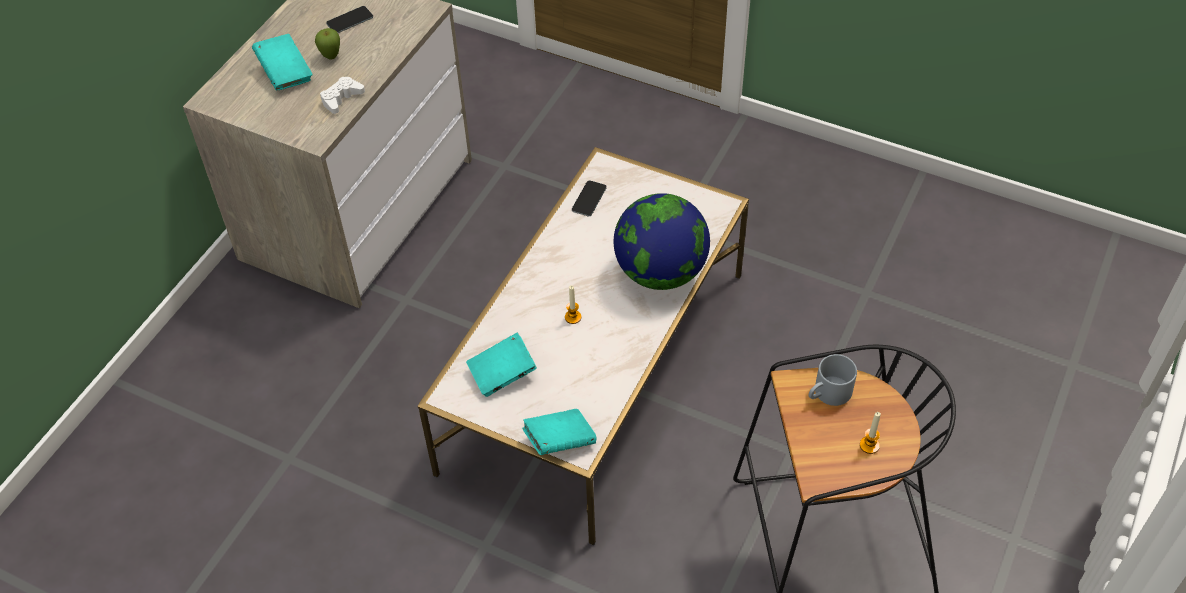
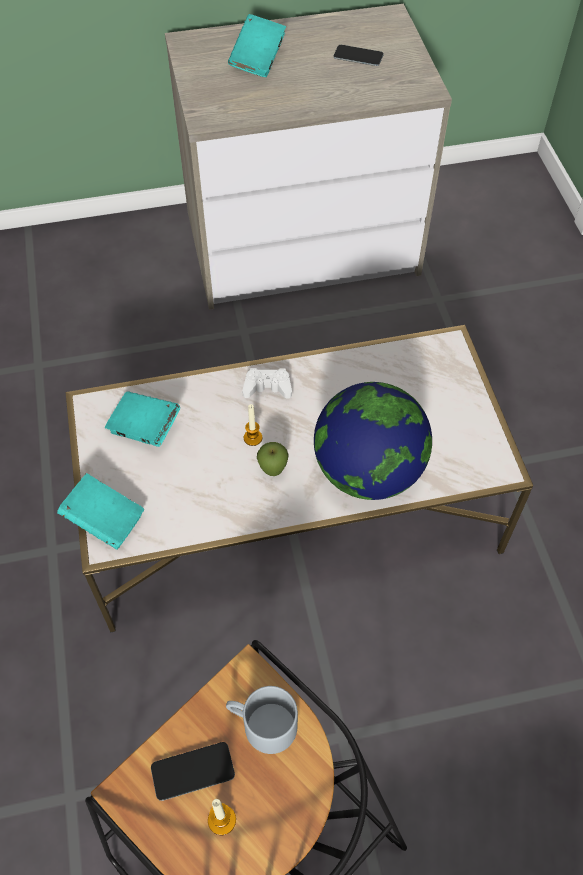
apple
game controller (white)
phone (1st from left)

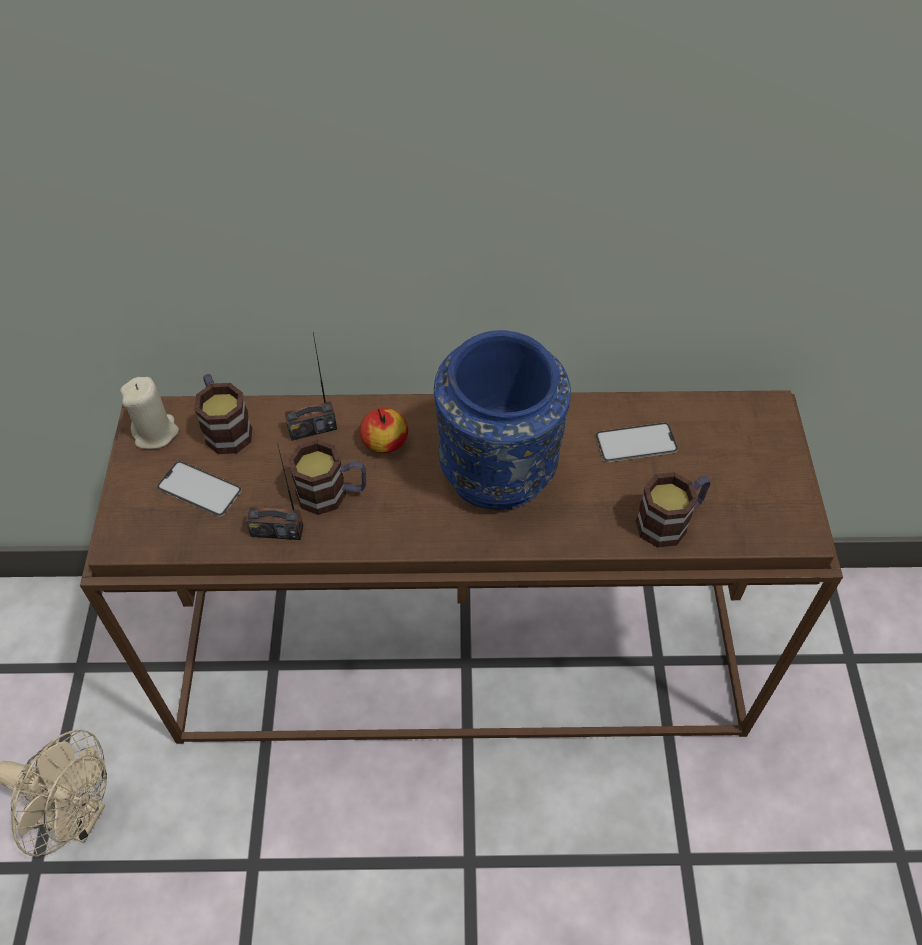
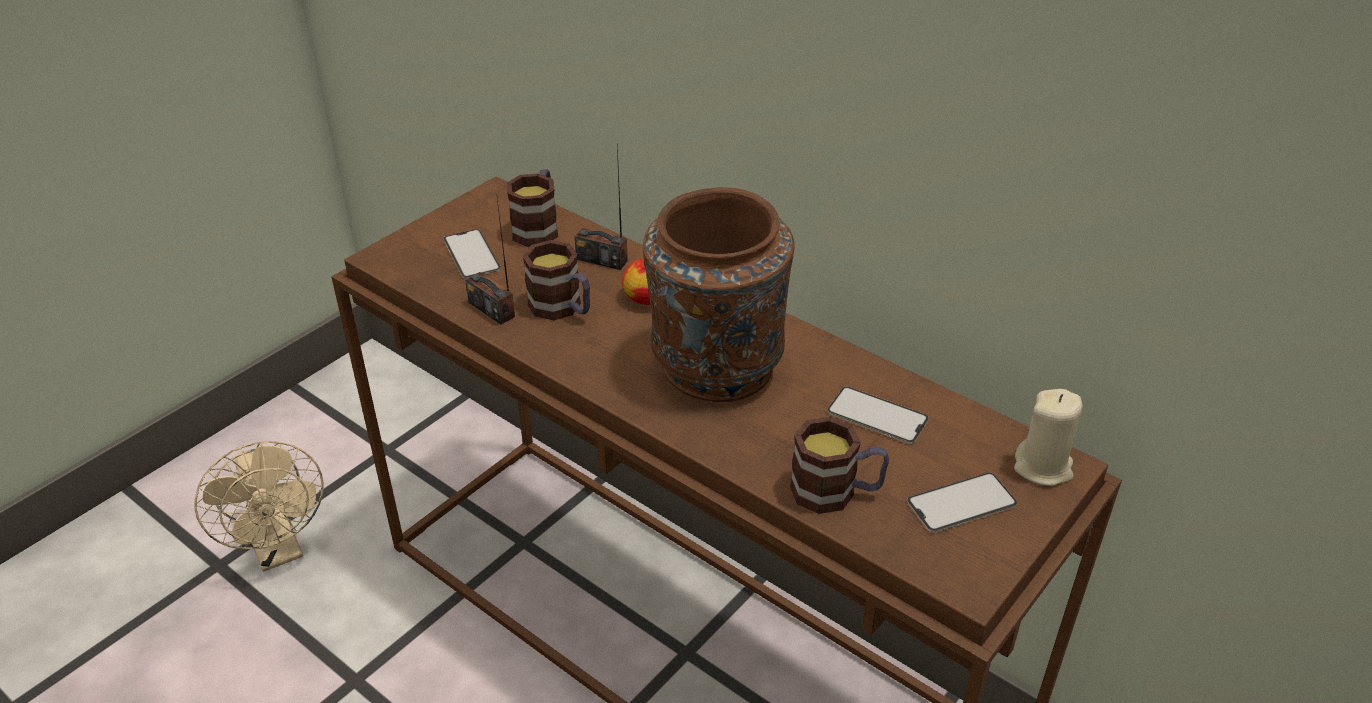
candle (beige)
vase (brown)
phone (3rd from left)

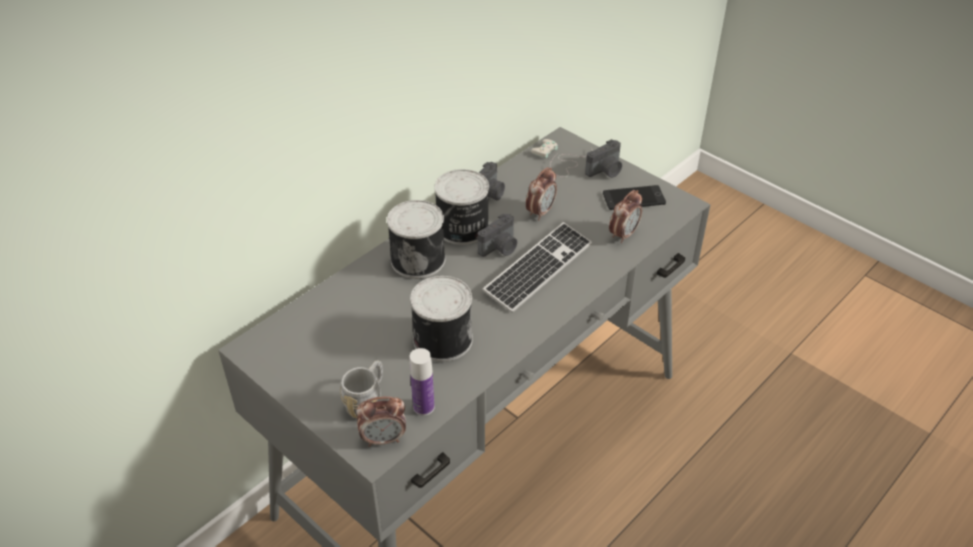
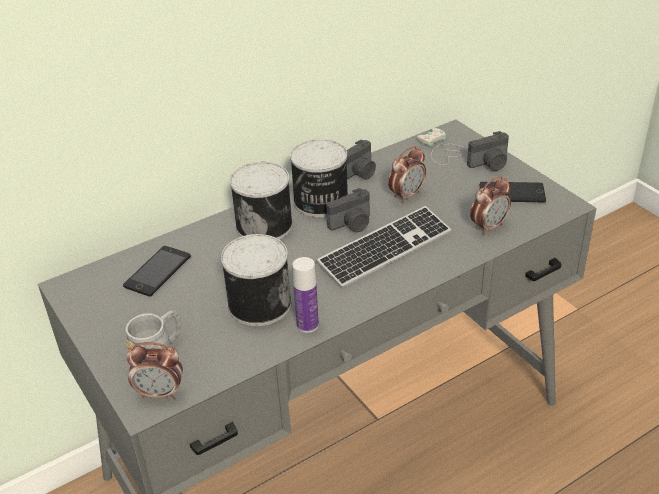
bottle
phone (1st from left)

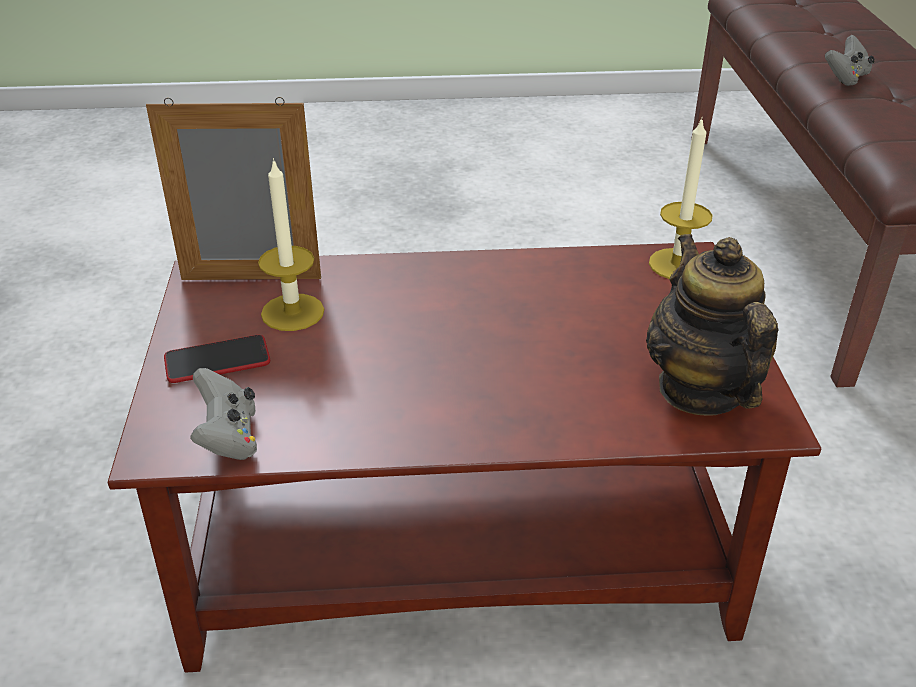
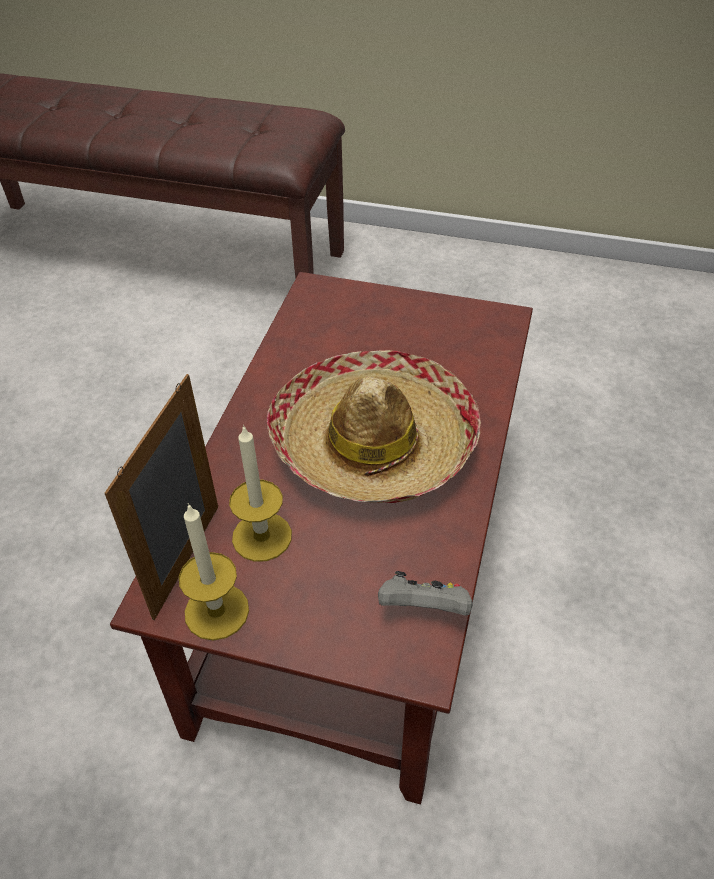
phone
teapot
candle (1st from left)
game controller (grey) (2nd from left in the first image)
hat

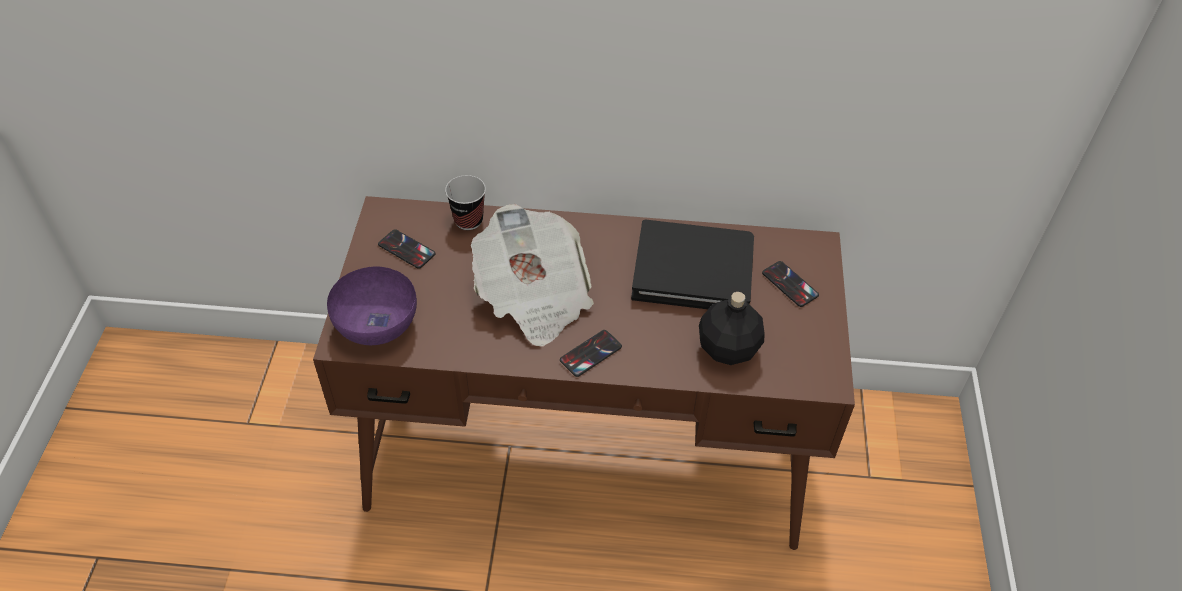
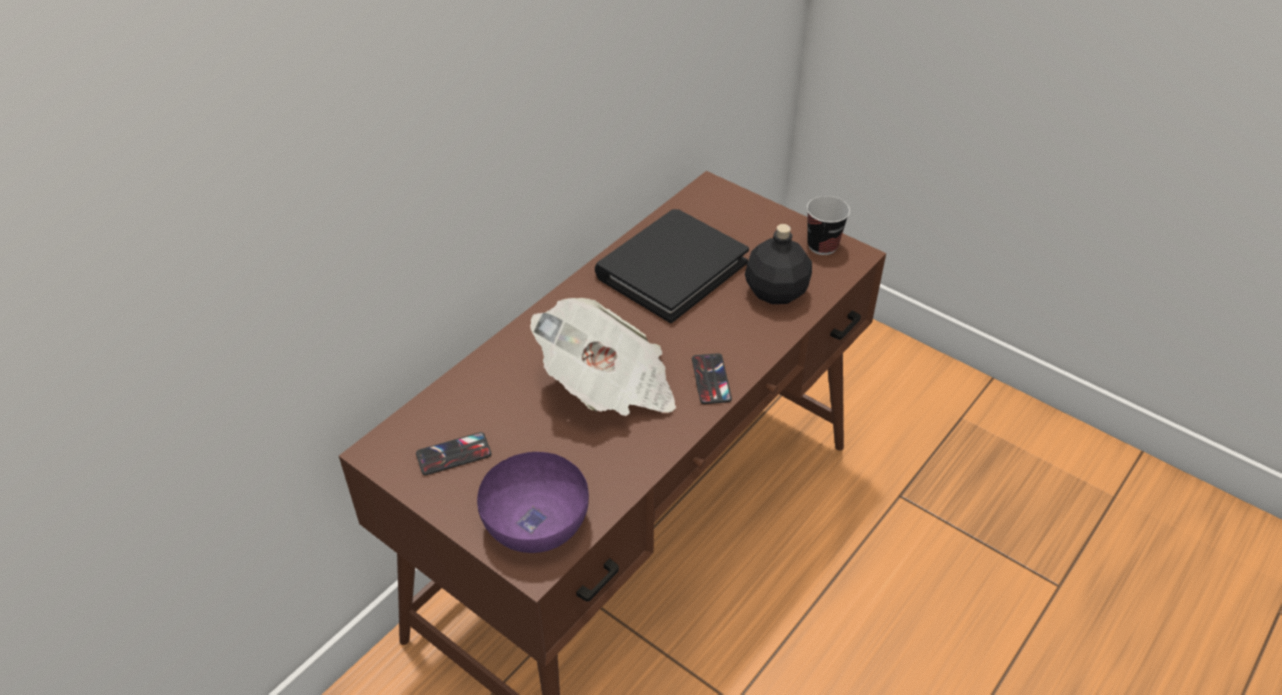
cup
phone (3rd from left in the first image)

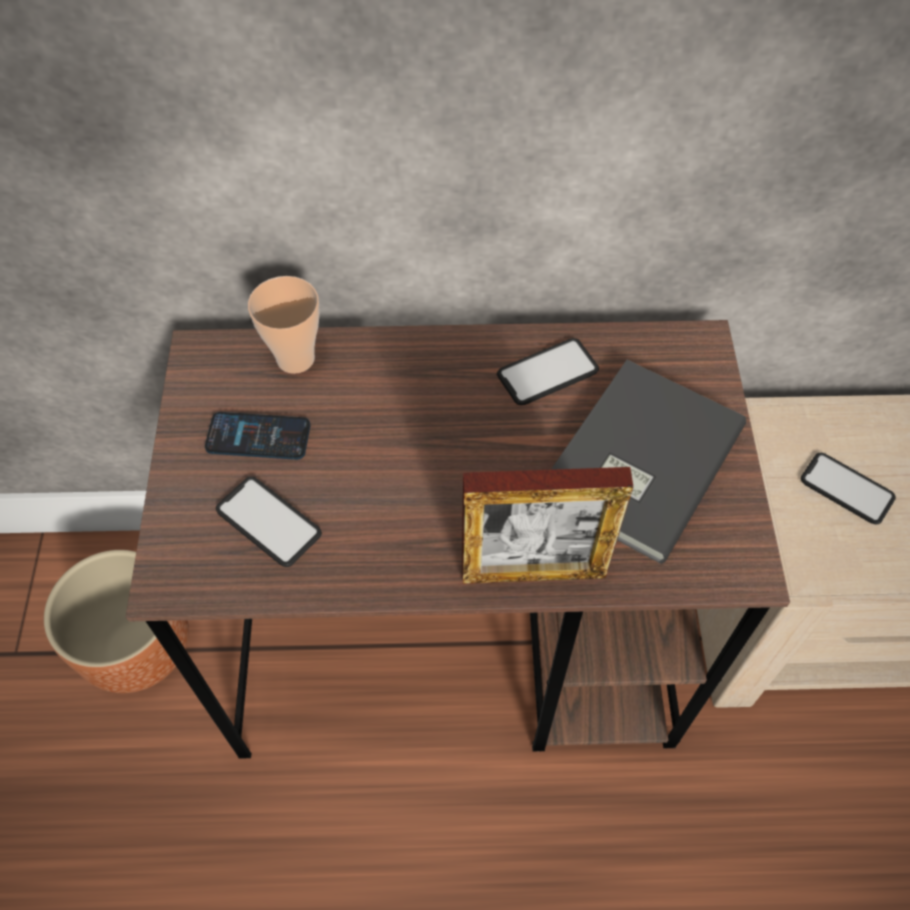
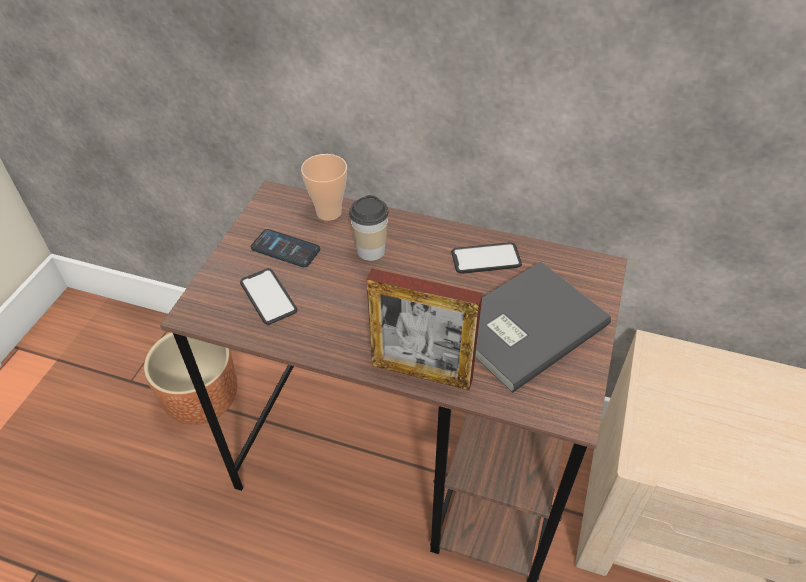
phone (4th from left in the first image)
cup (2nd from left)

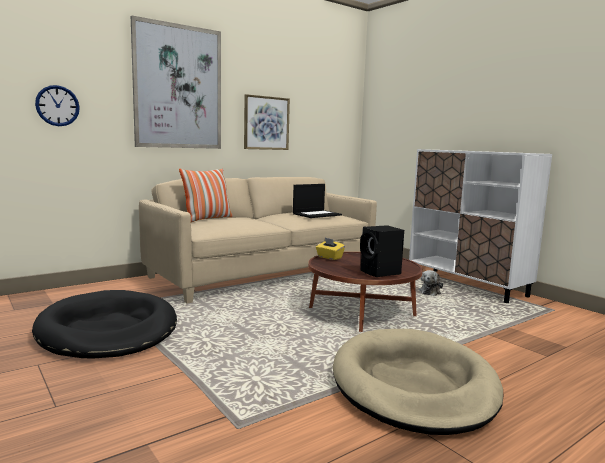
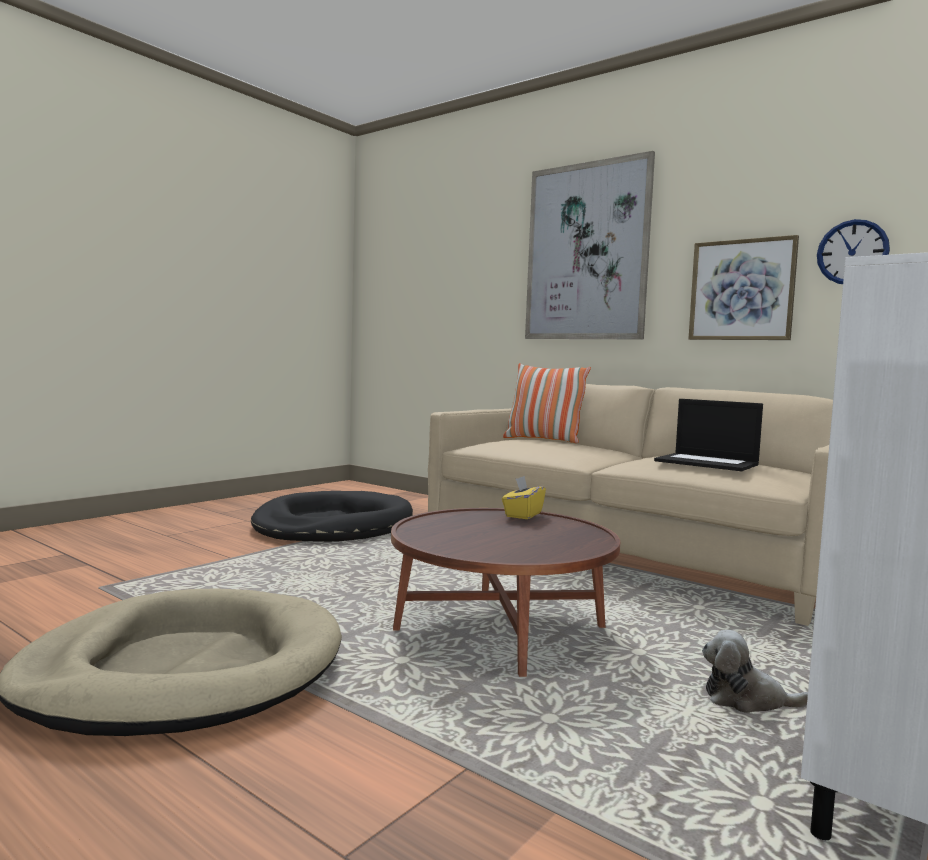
wall clock
speaker (black)

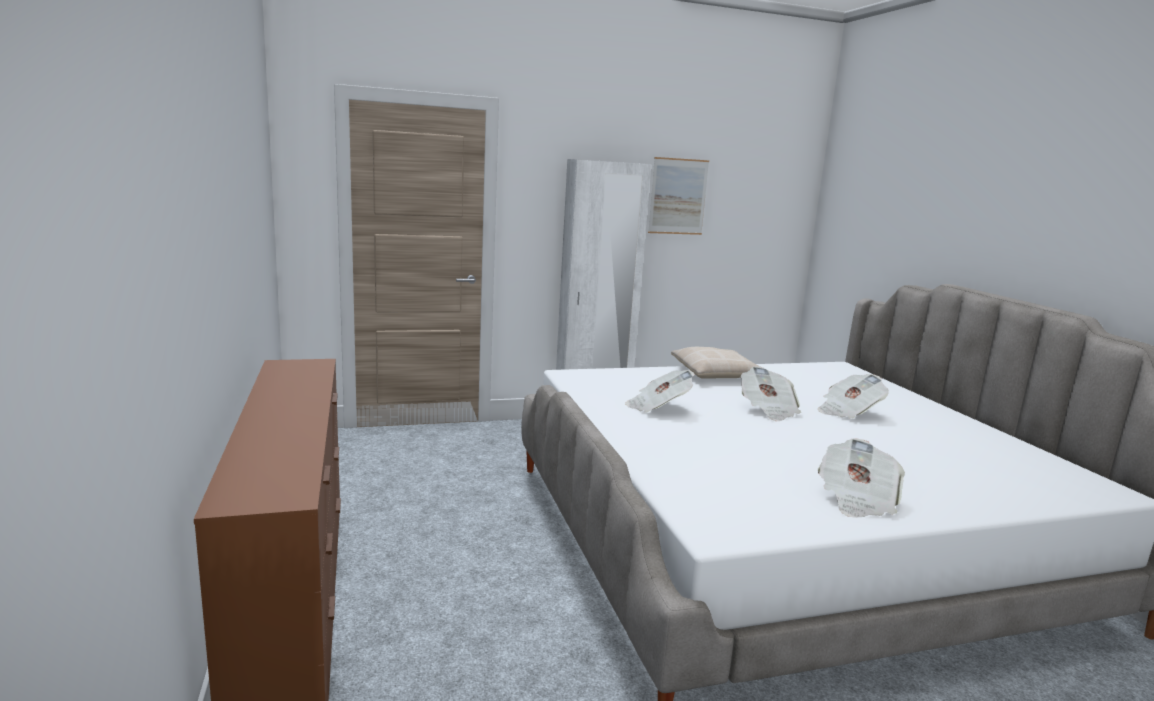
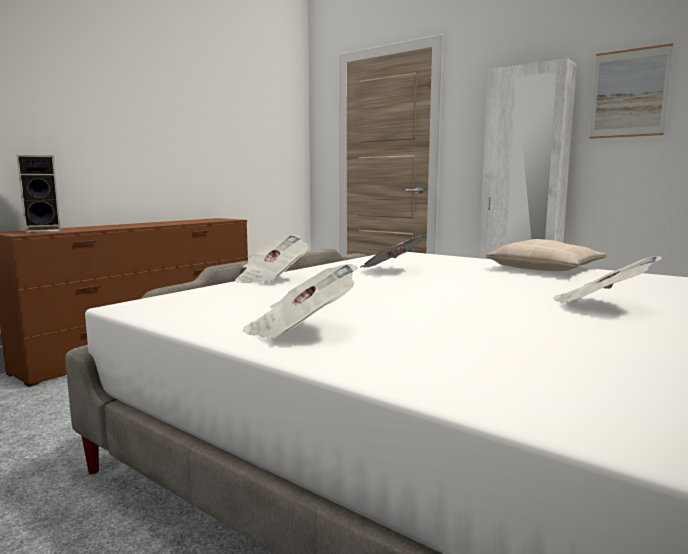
newspaper (1st from left)
speaker

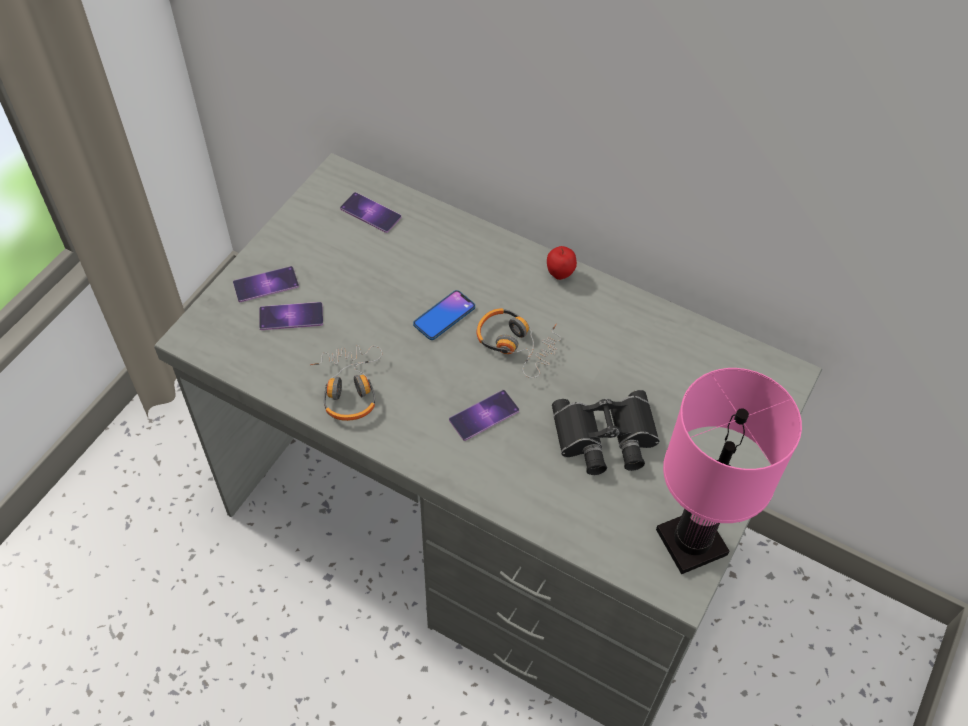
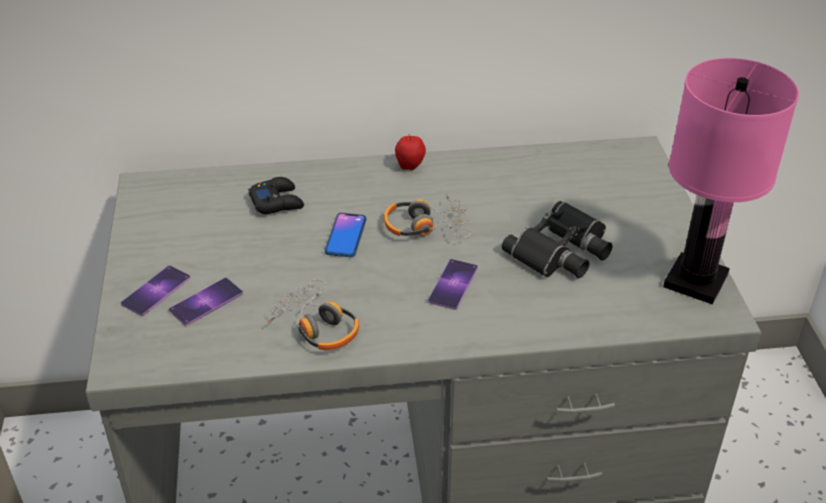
phone (3rd from left in the first image)
game controller (black)

